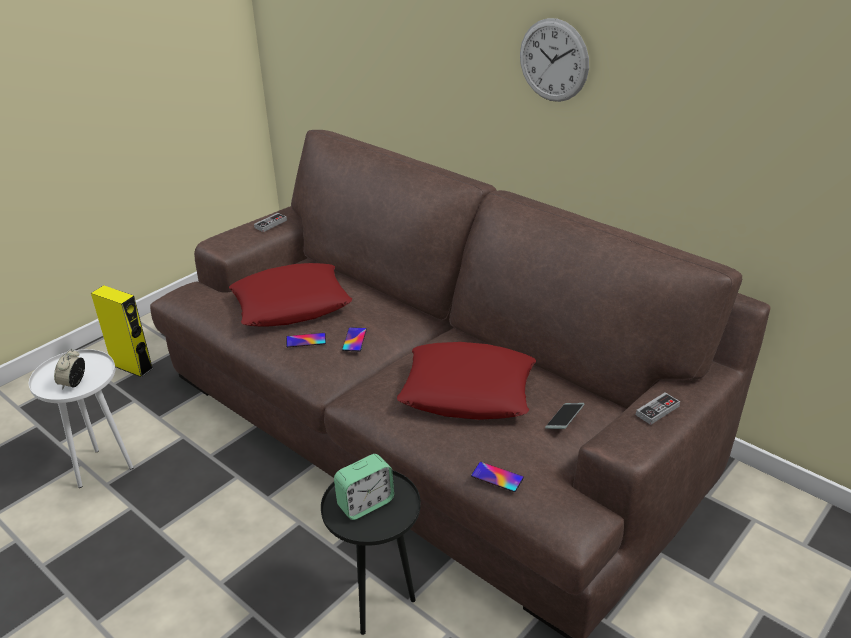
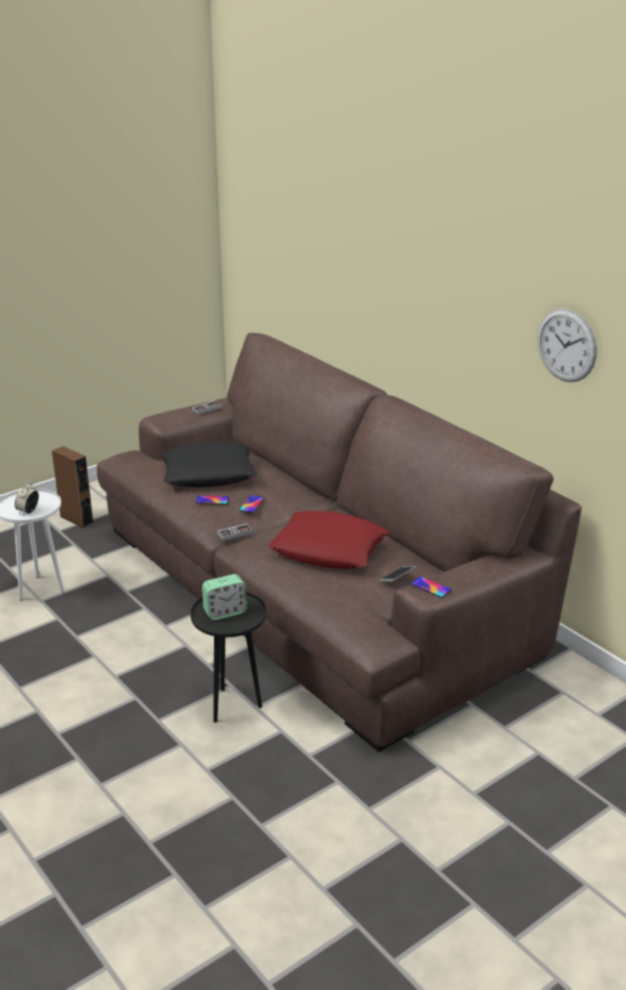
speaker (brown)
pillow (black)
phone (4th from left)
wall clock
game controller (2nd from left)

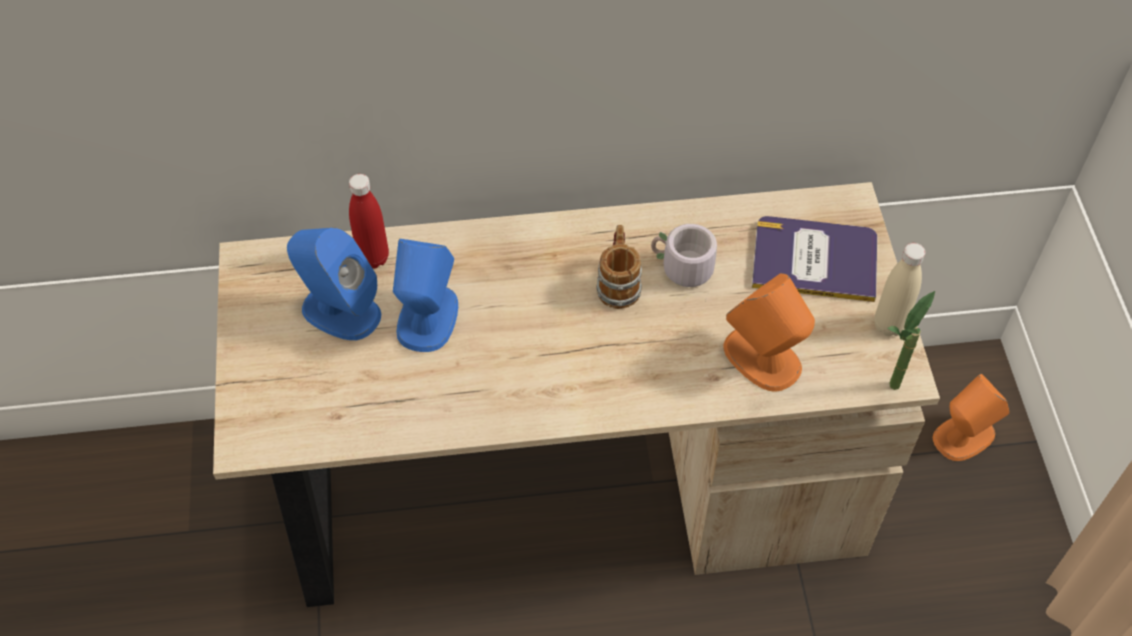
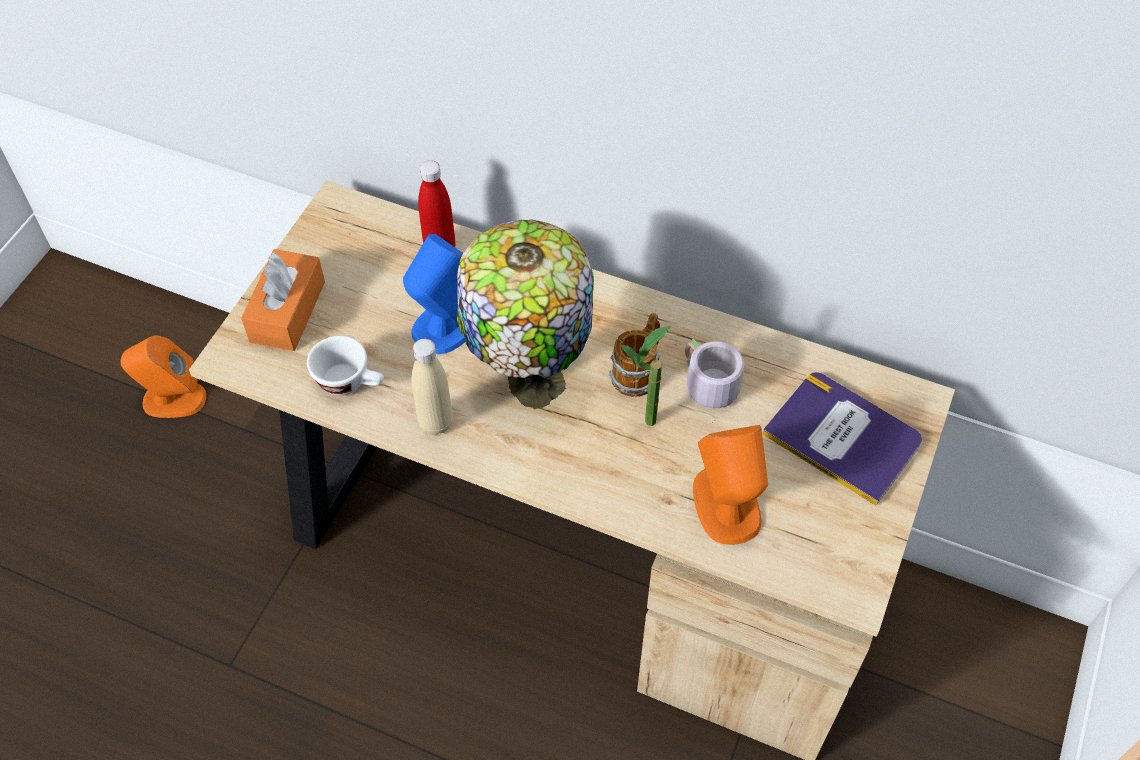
speaker (blue) (1st from left in the first image)
bottle (beige)
potted plant
speaker (orange) (1st from left)
tissue box (orange)
cup (white)
table lamp

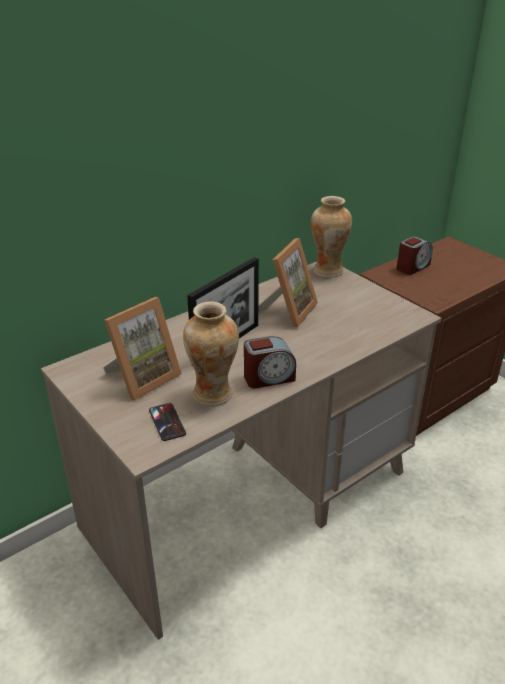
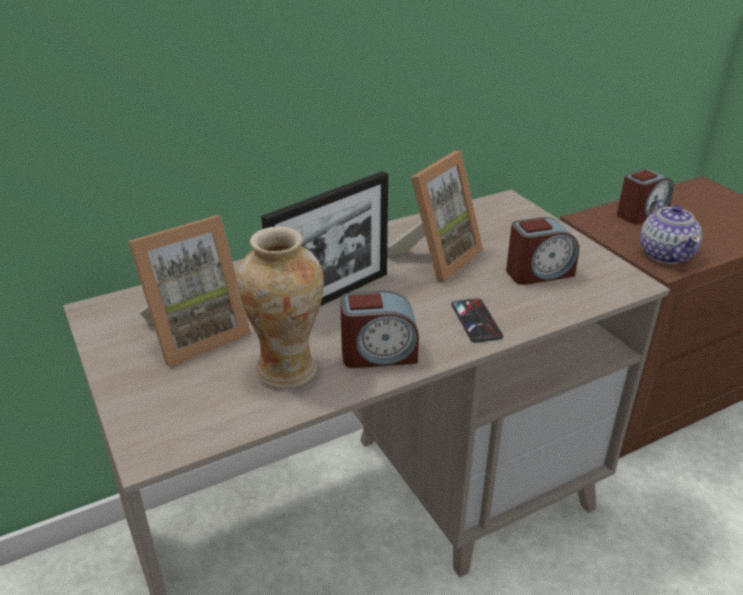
phone
vase (2nd from left in the first image)
alarm clock (2nd from left)
teapot

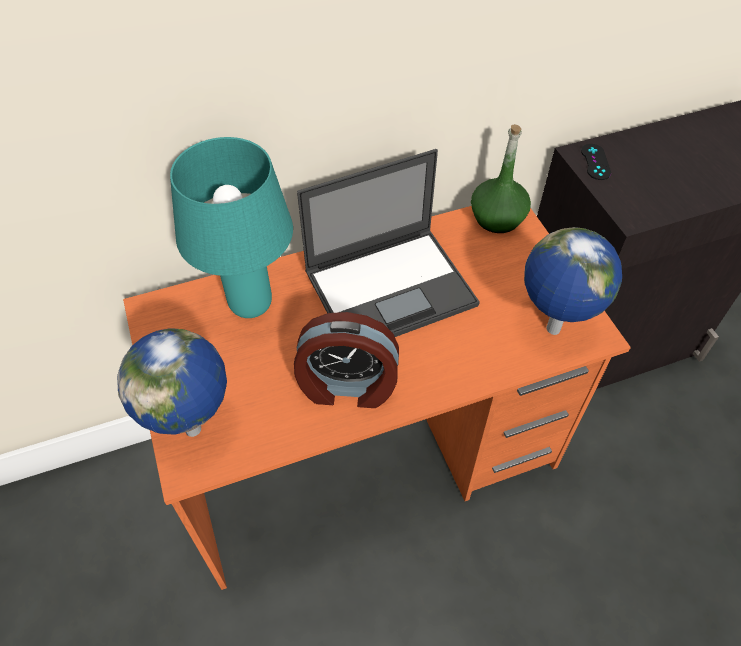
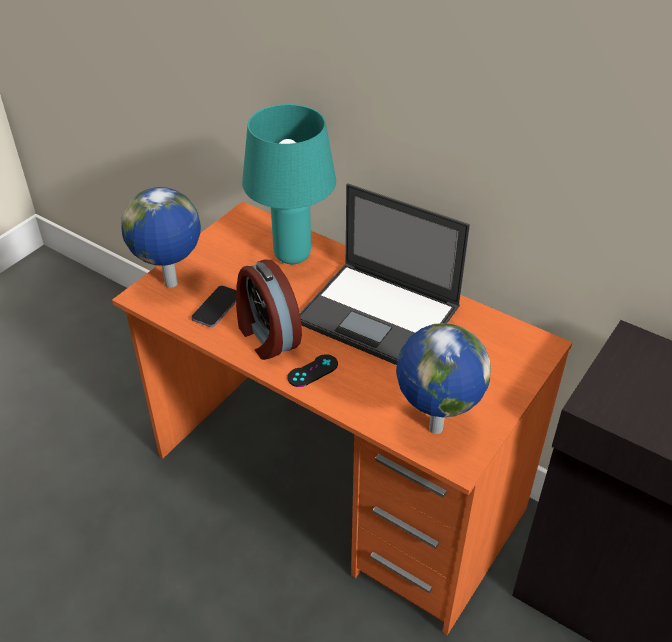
bottle (green)
game controller (black)
phone

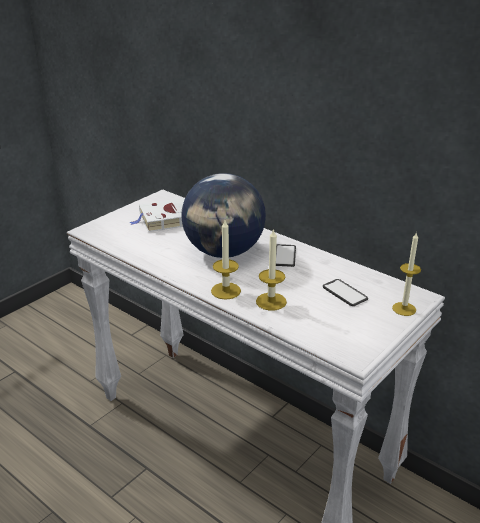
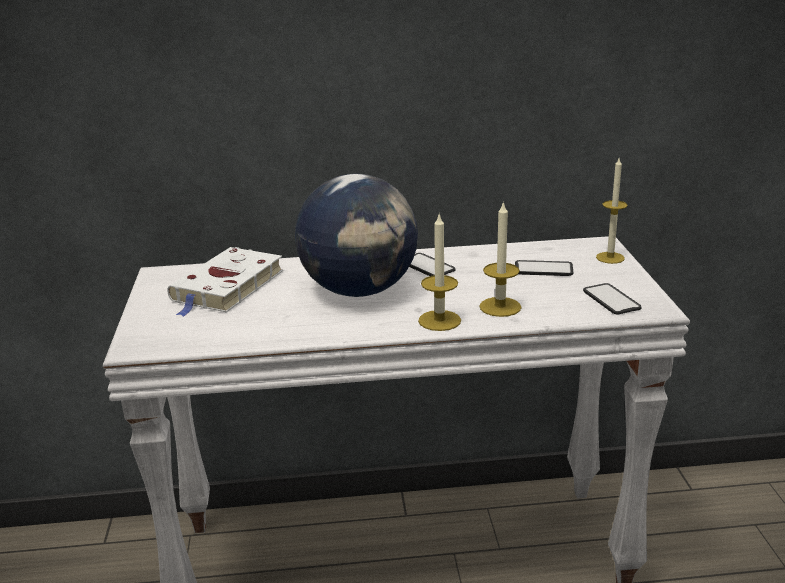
phone (3rd from left)

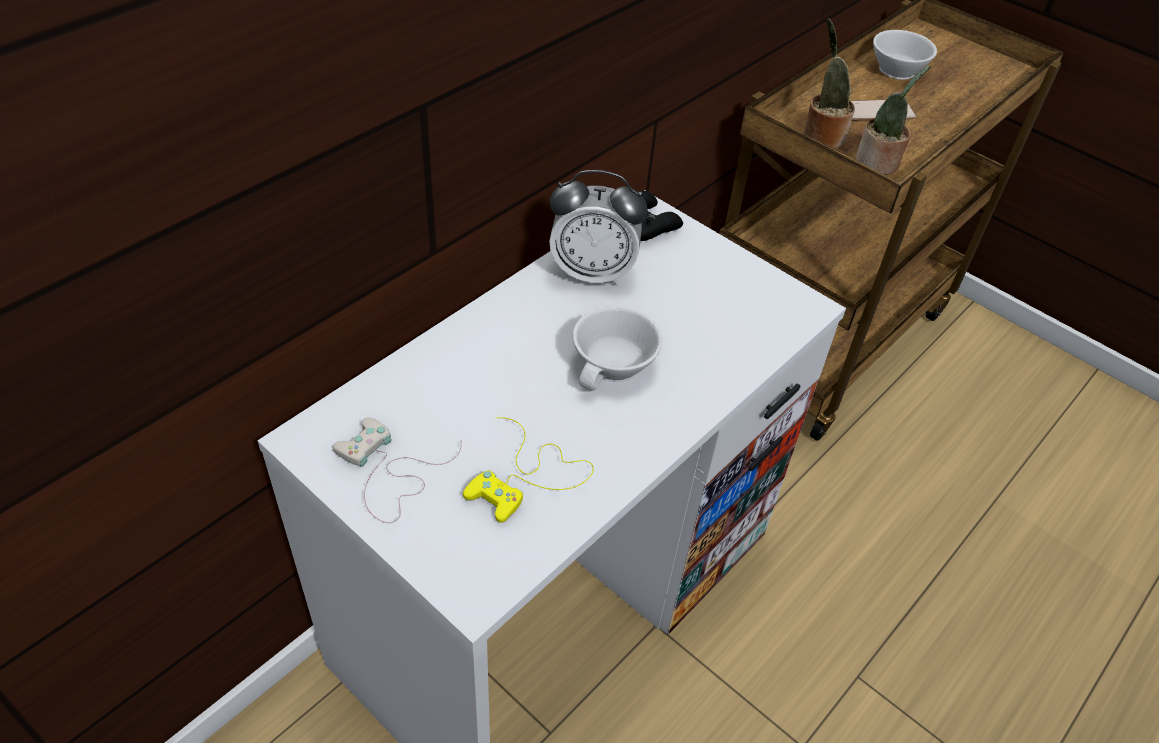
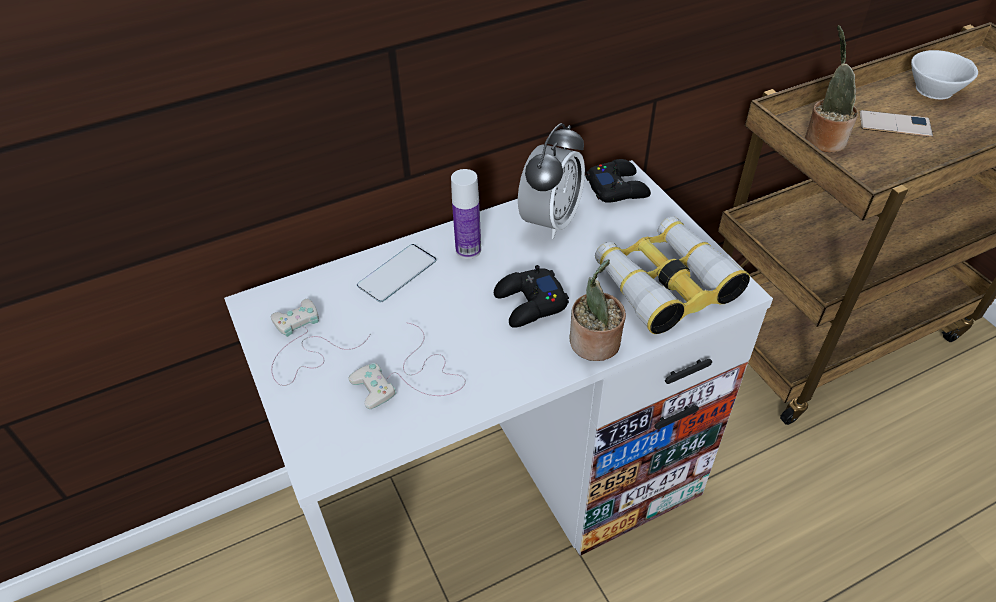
game controller (white) (2nd from left)
alarm clock
game controller (black) (1st from left)
potted plant (1st from left)
phone (1st from left)
bottle
binoculars

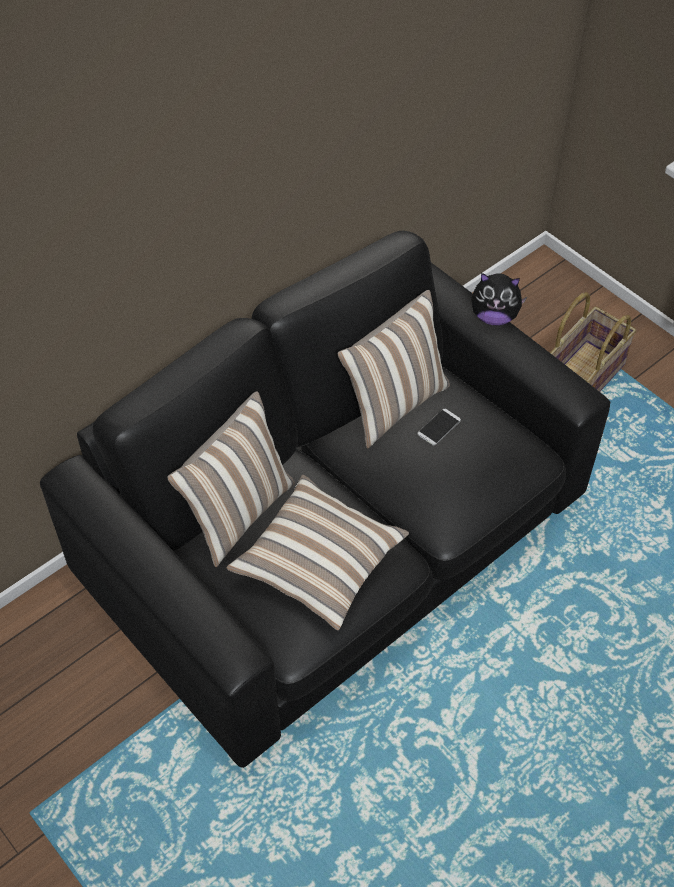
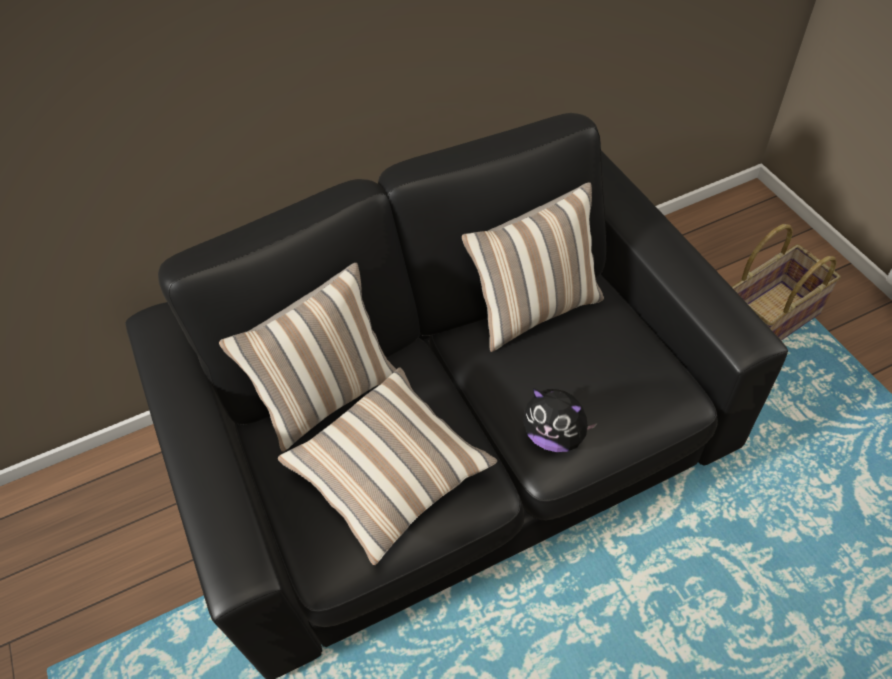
phone
plush toy

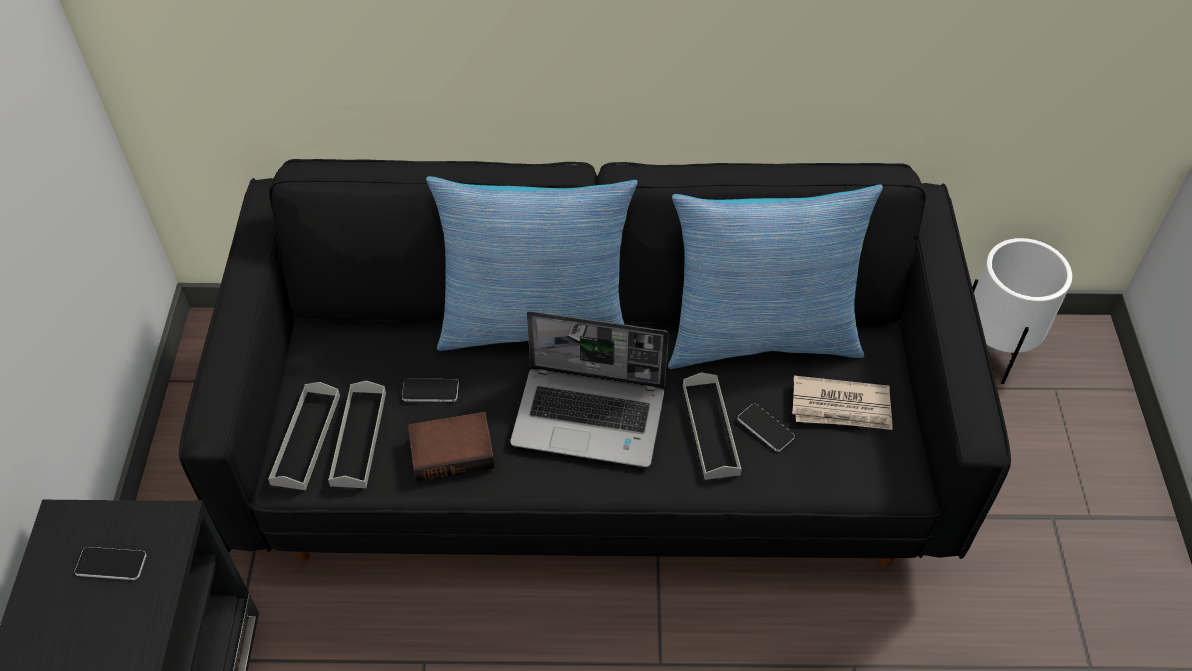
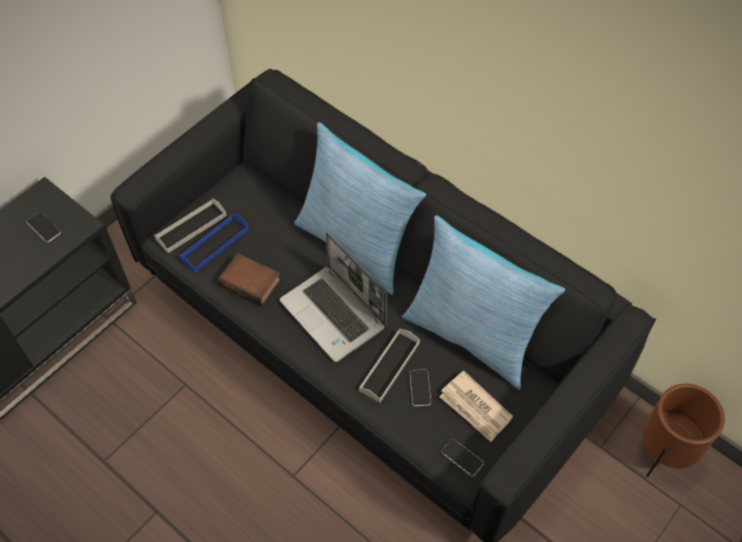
tray (blue)
phone (3rd from left)
planter (brown)

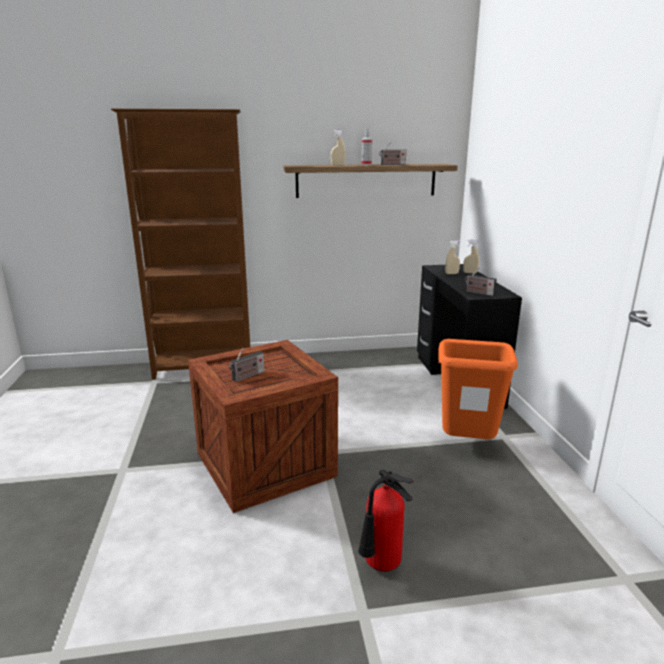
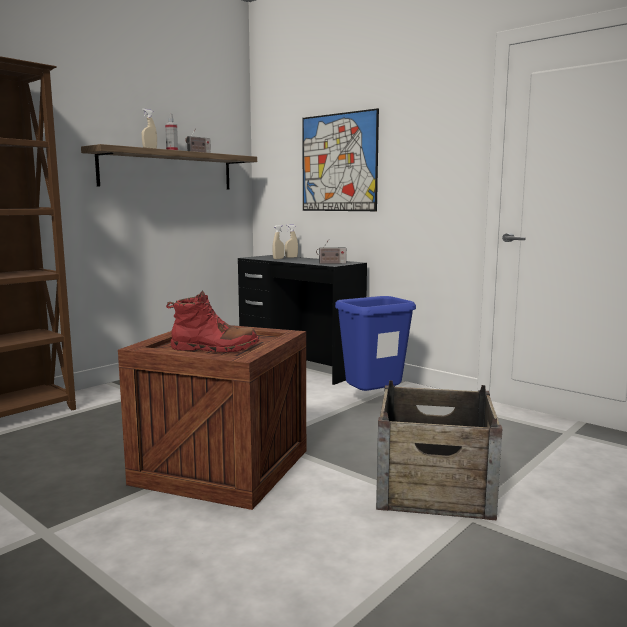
boot (red)
crate (2nd from left)
trash can (blue)
picture

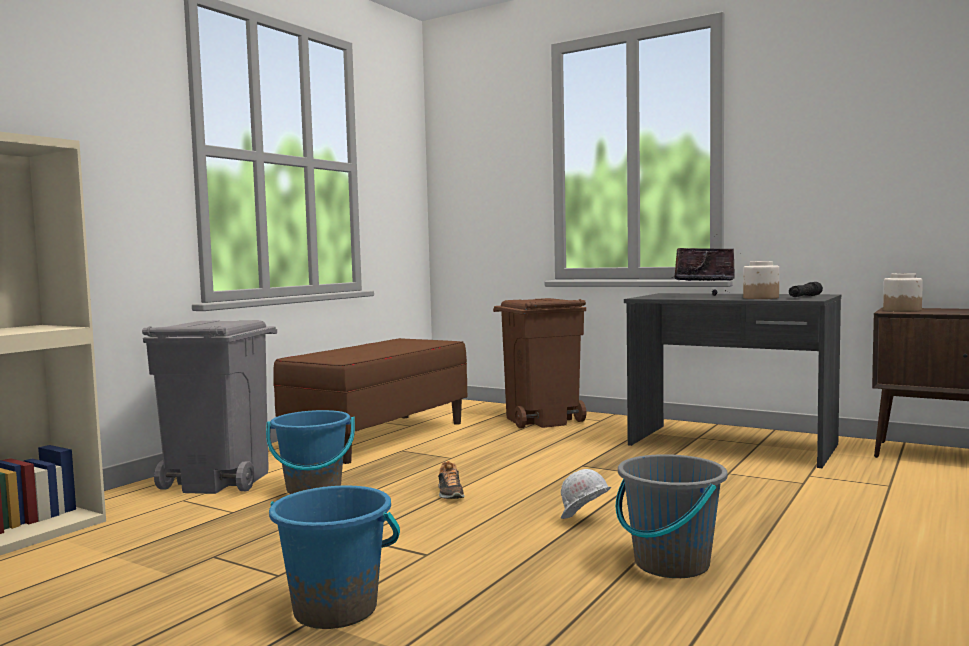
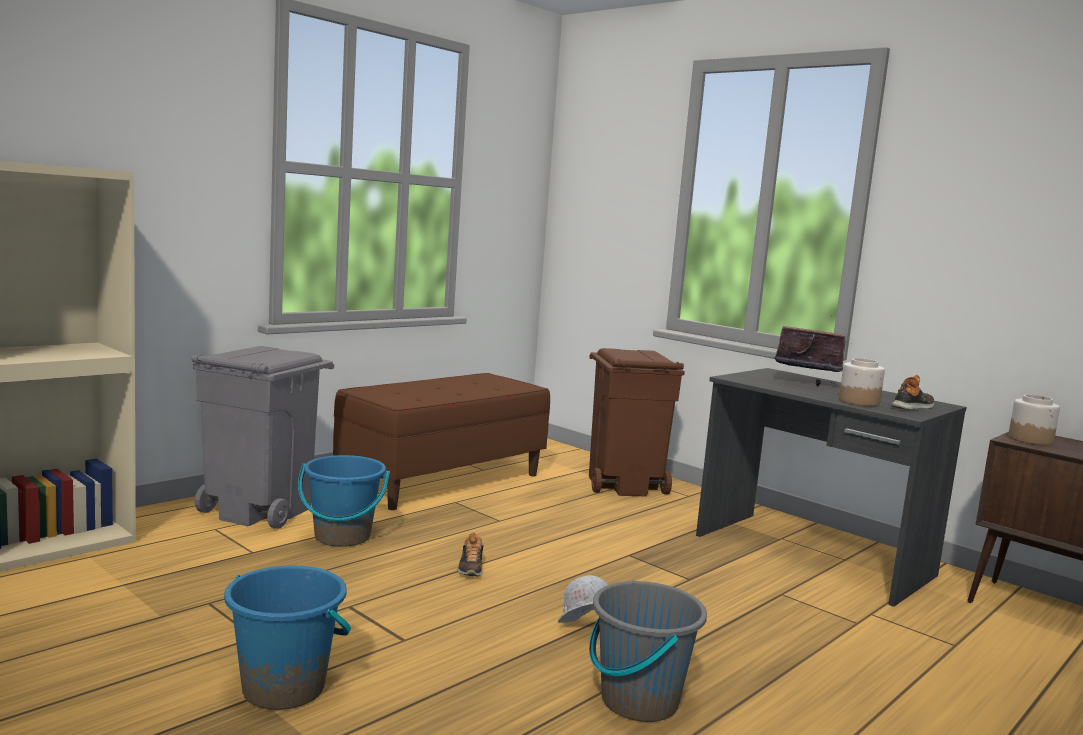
shoe (2nd from left)

